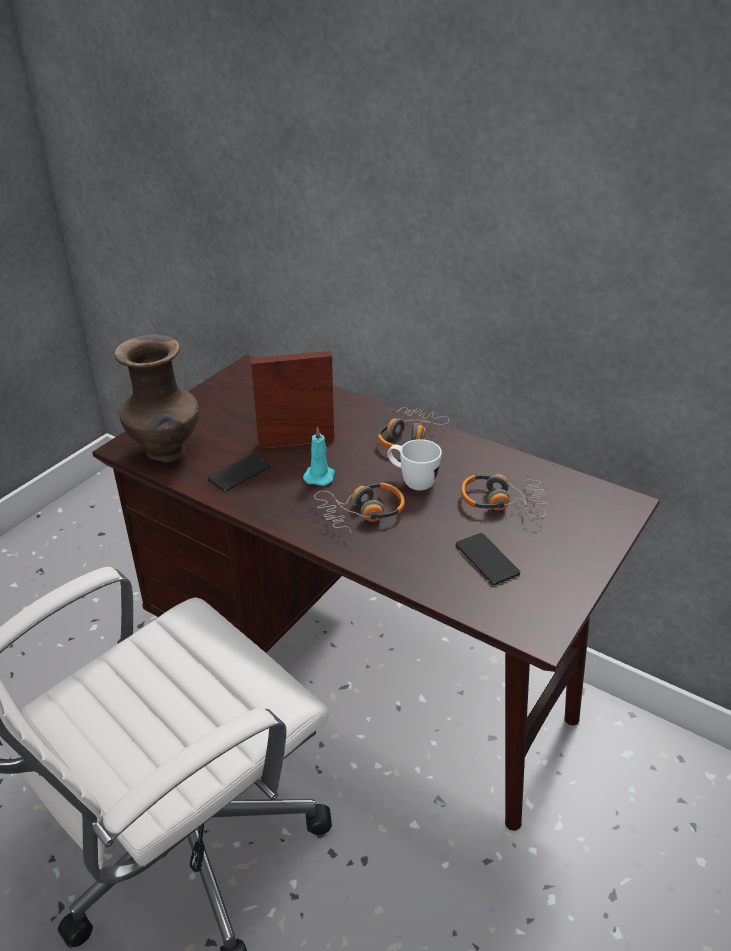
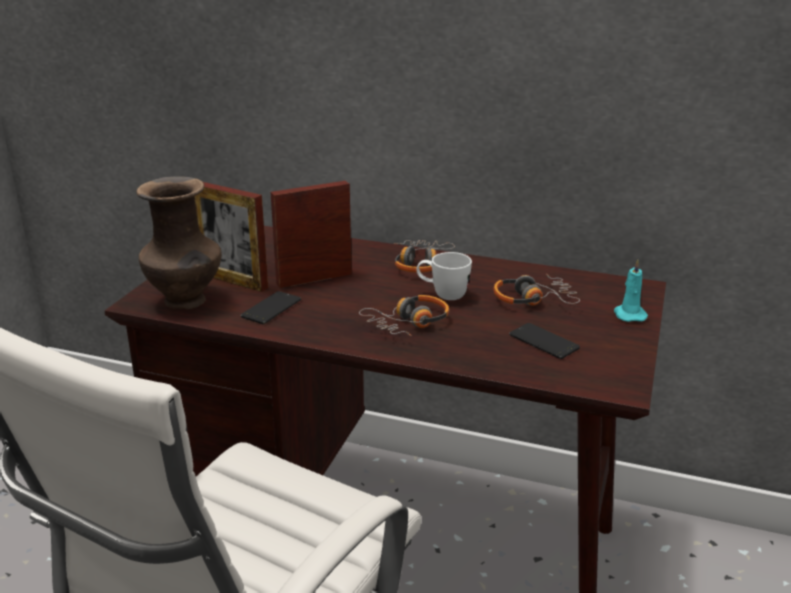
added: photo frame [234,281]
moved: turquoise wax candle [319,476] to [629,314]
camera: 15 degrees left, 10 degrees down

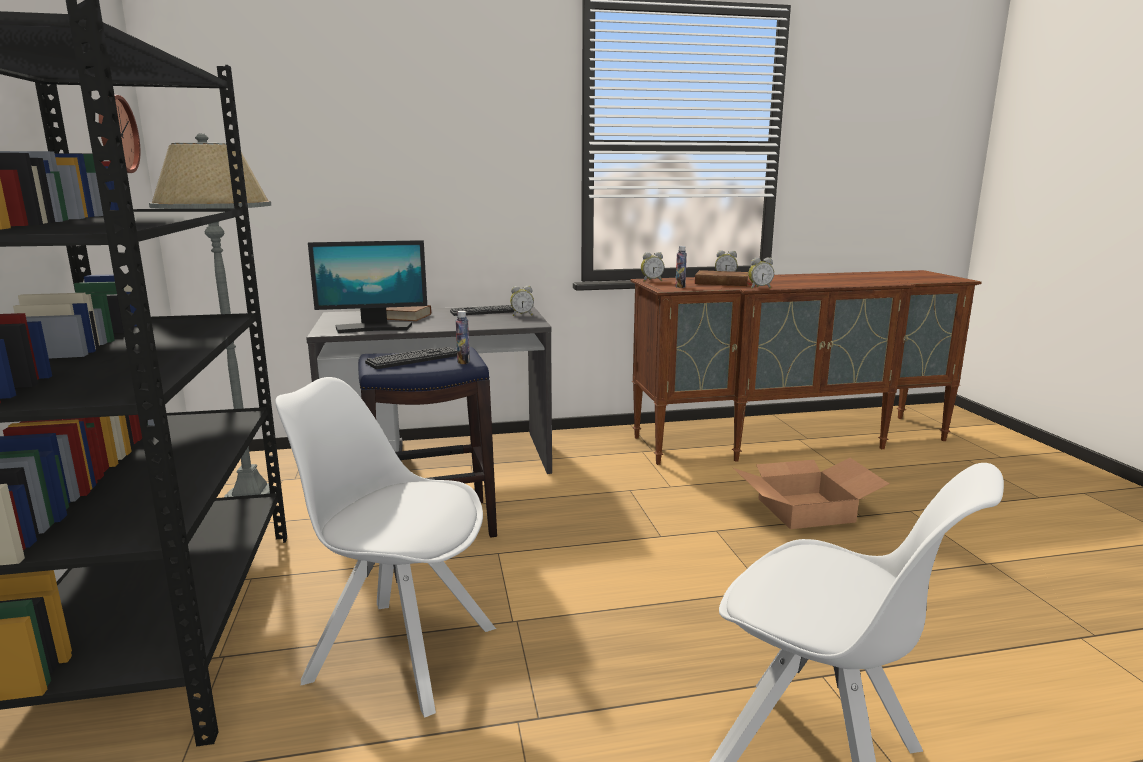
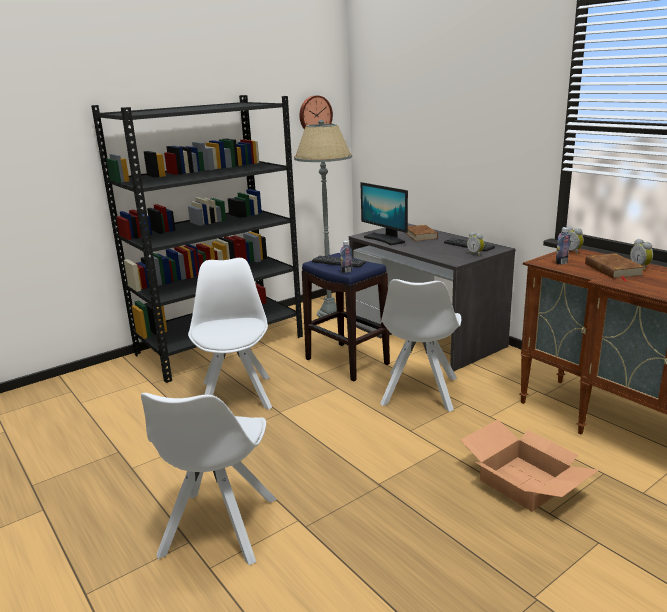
removed: bedside clock [759,288]
added: white upright chair [419,392]
camera: 65 degrees right, 5 degrees up

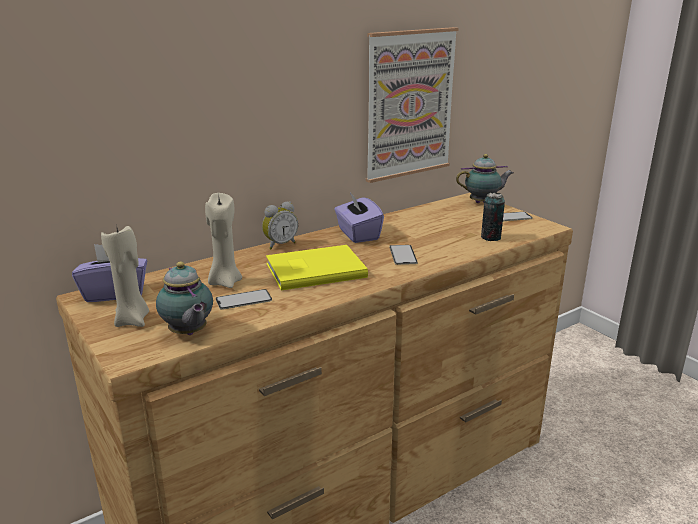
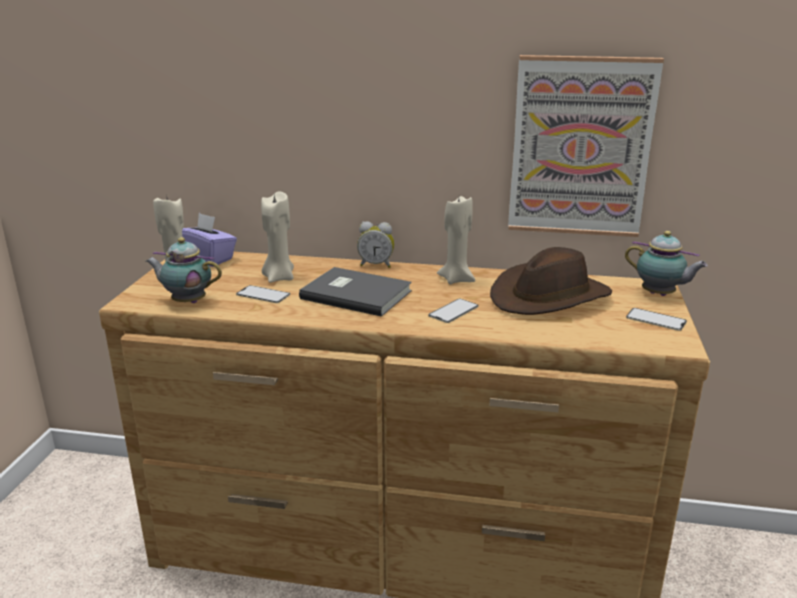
removed: metal can [490,238]
added: brown wearable hat [549,297]
replaced: purple box of tissues [357,234] to beige wax candle [456,279]
recoloured: yellow bound book [313,269] to gray bound book [356,293]
turned: tea pot [188,333] = [187,302] 90 degrees clockwise
camera: 45 degrees right, 0 degrees up

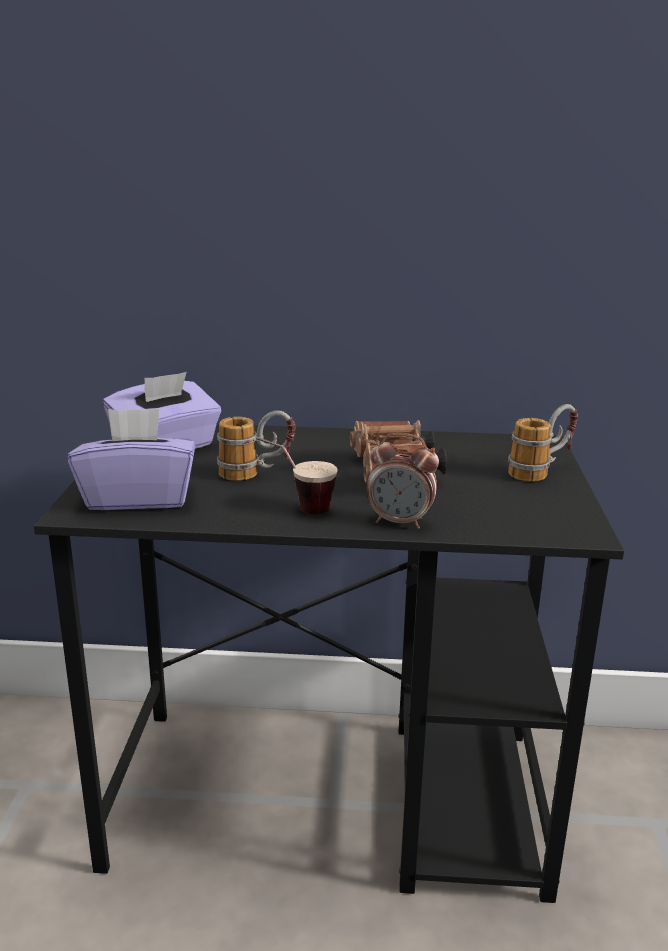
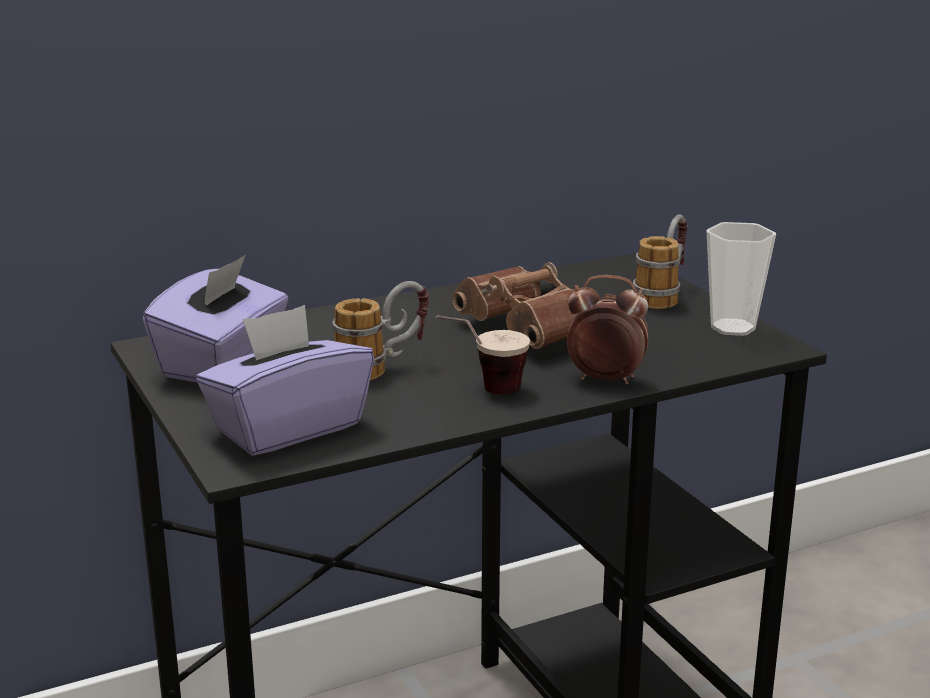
added: drinking cup [732,328]
turned: bedside clock [400,522] = [605,379] 150 degrees counterclockwise
camera: 30 degrees left, 0 degrees up

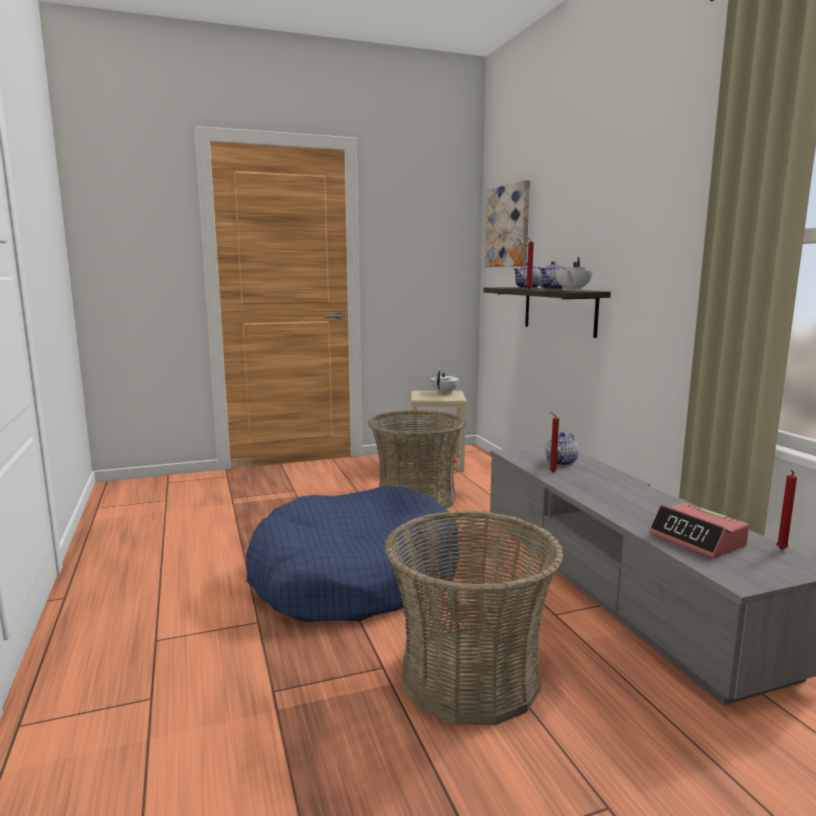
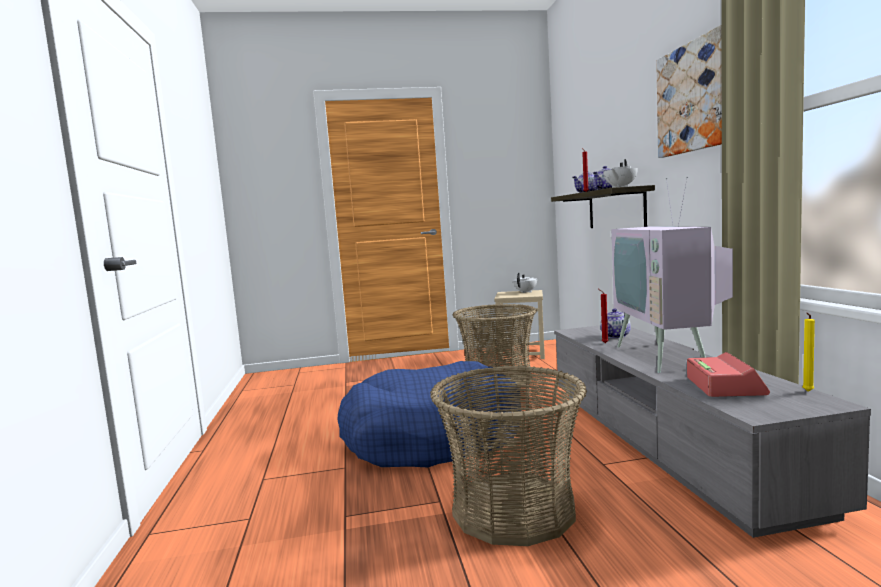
added: television [668,356]
moved: picture [509,226] to [693,98]
recoloured: red-coloured wax candle [781,550] to yellow wax candle [807,392]
turned: bedside clock [697,540] = [724,386] 150 degrees counterclockwise
camera: 10 degrees right, 5 degrees down

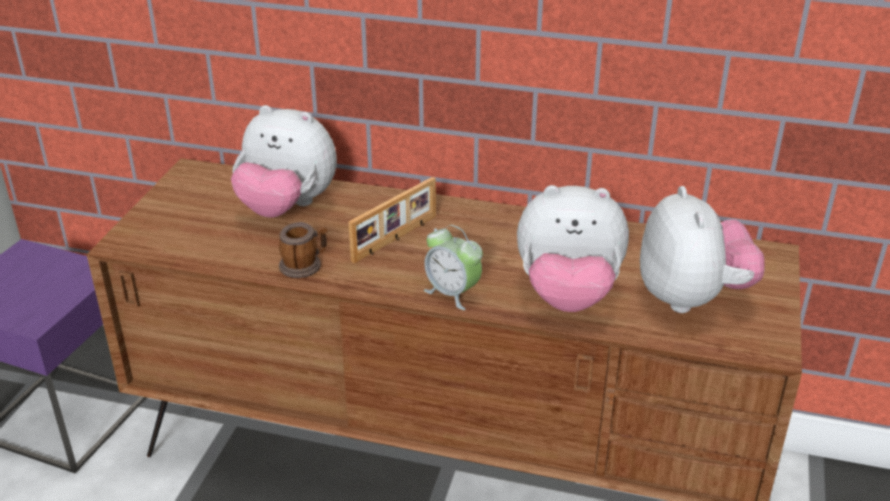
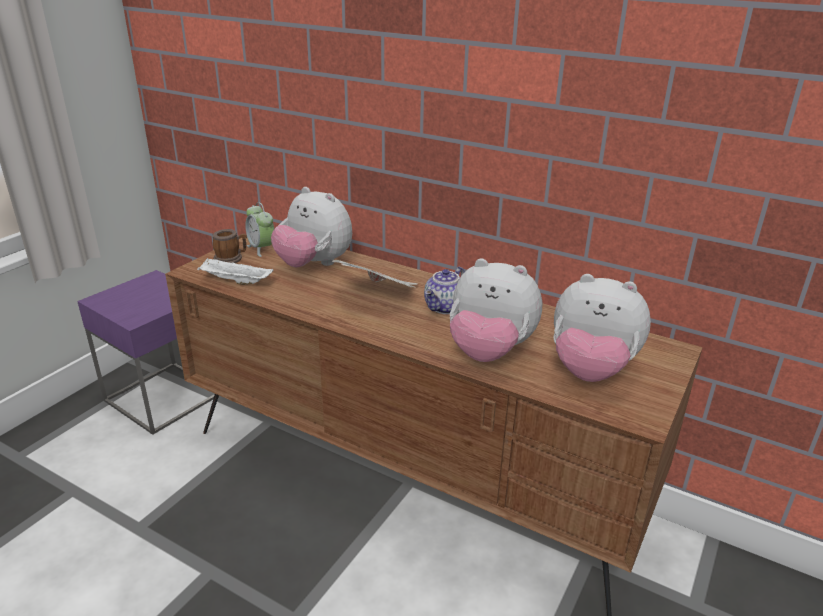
added: white tray [235,281]; tea pot [445,308]
moved: tea mug [305,265] to [231,259]; bedside clock [452,293] to [261,249]
replaced: photo frame [396,239] to daily paper [379,295]
turned: plush toy [692,298] = [591,370] 105 degrees clockwise
camera: 15 degrees right, 5 degrees down

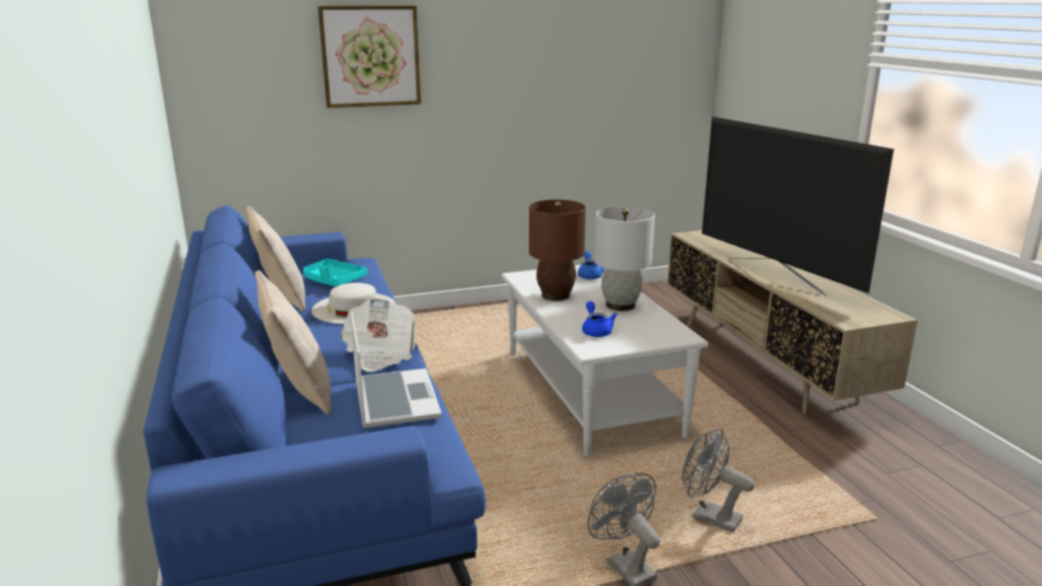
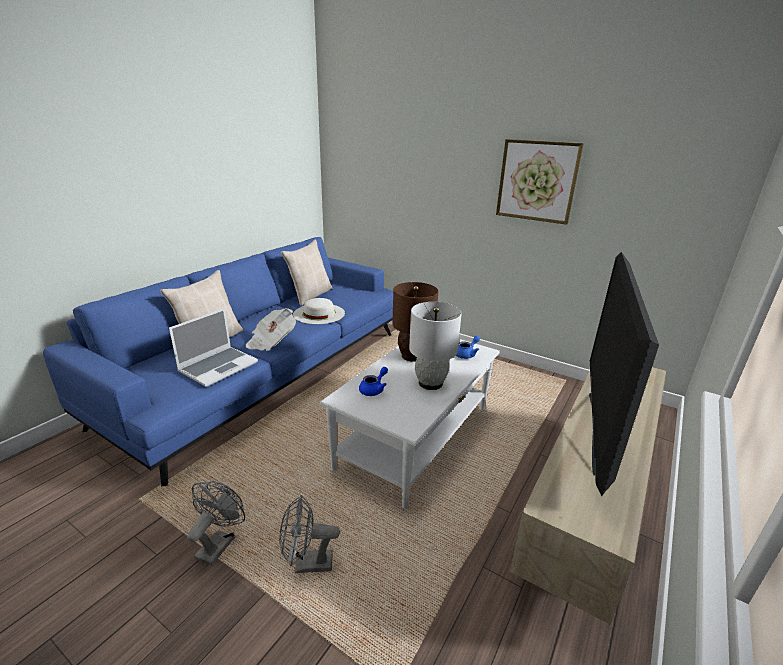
removed: turquoise tray [333,281]
moved: picture [370,56] to [537,181]
turned: gray electric fan [709,517] = [307,564] 90 degrees counterclockwise
camera: 50 degrees right, 5 degrees up

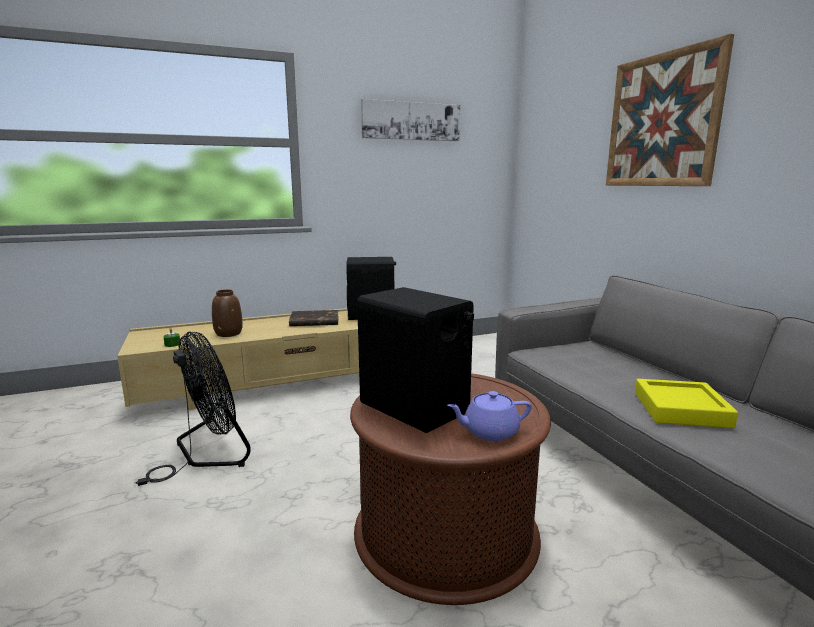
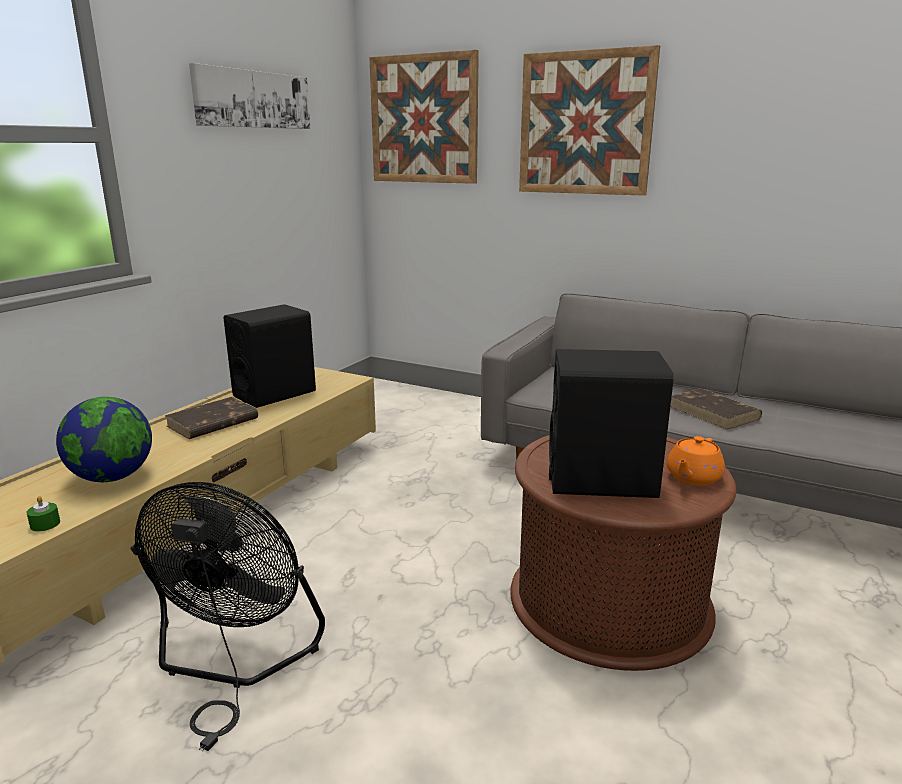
added: picture [424,119]
replaced: brown flower vase [229,333] to globe [112,477]; yellow tray [681,409] to brown bound book [714,413]
recoloured: purple tea pot [489,432] to orange tea pot [693,477]
camera: 40 degrees left, 5 degrees up

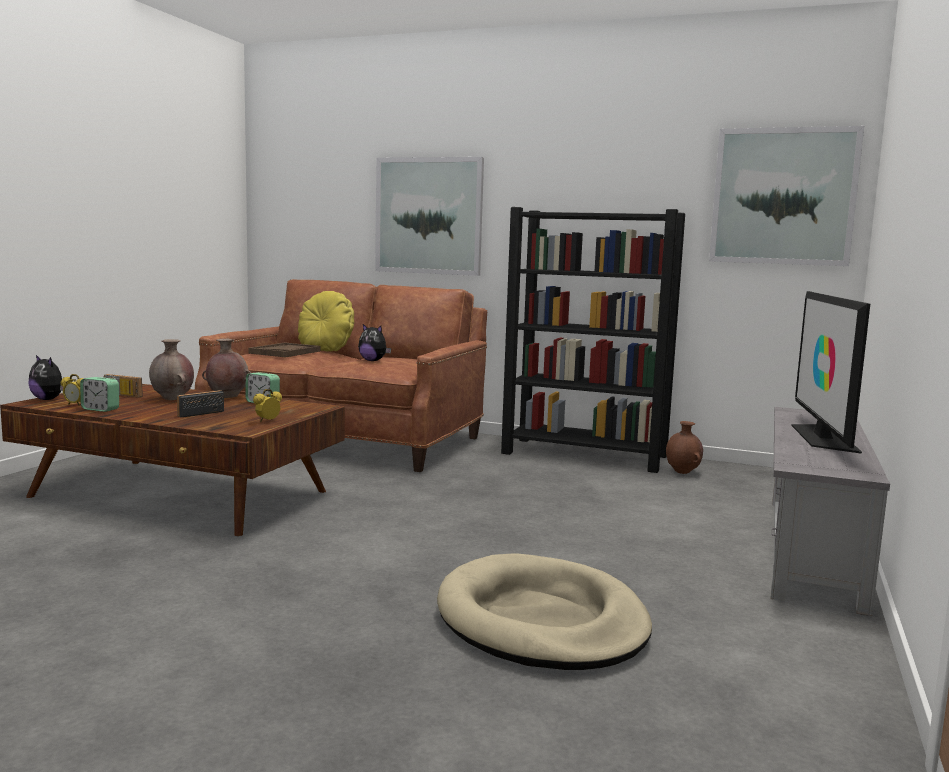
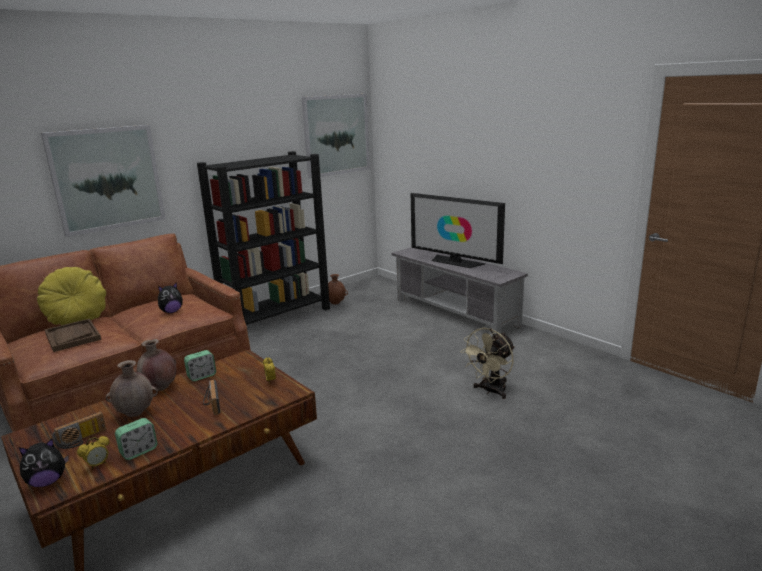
replaced: beige dog bed [541,620] to beige electric fan [490,391]
camera: 60 degrees left, 10 degrees up

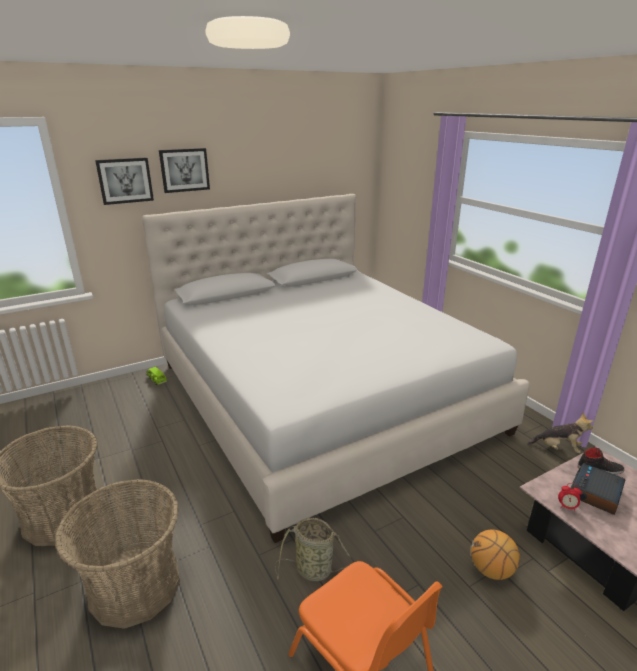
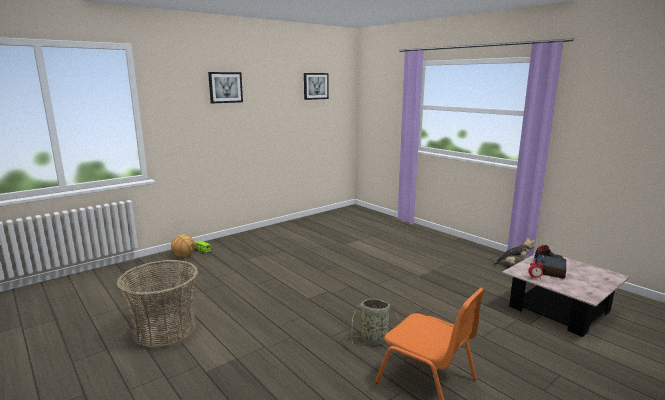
removed: white bedroom bed [321,396]; household basket [135,585]
moved: picture [125,180] to [315,86]; basketball ball [491,570] to [184,256]
camera: 10 degrees left, 10 degrees down

